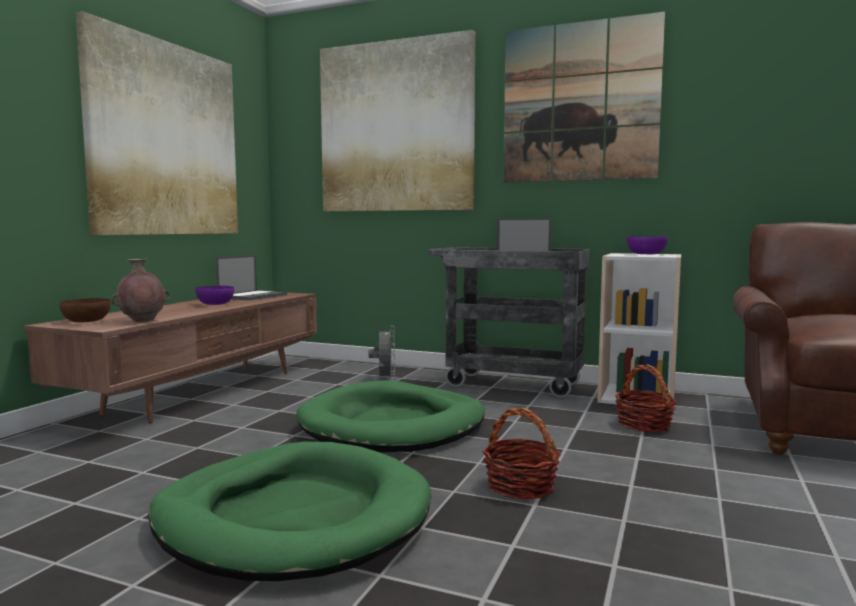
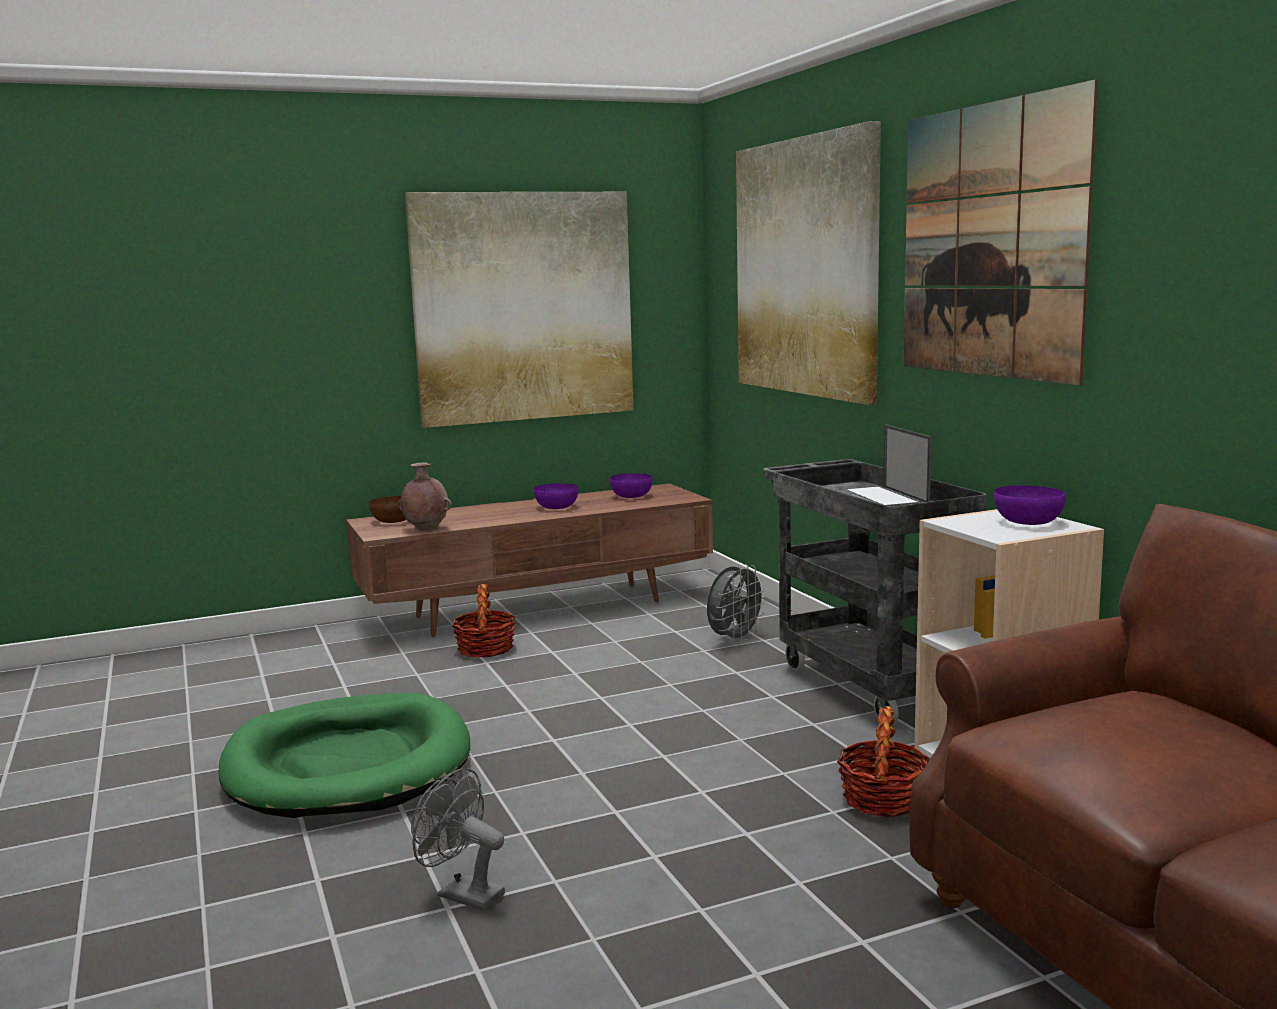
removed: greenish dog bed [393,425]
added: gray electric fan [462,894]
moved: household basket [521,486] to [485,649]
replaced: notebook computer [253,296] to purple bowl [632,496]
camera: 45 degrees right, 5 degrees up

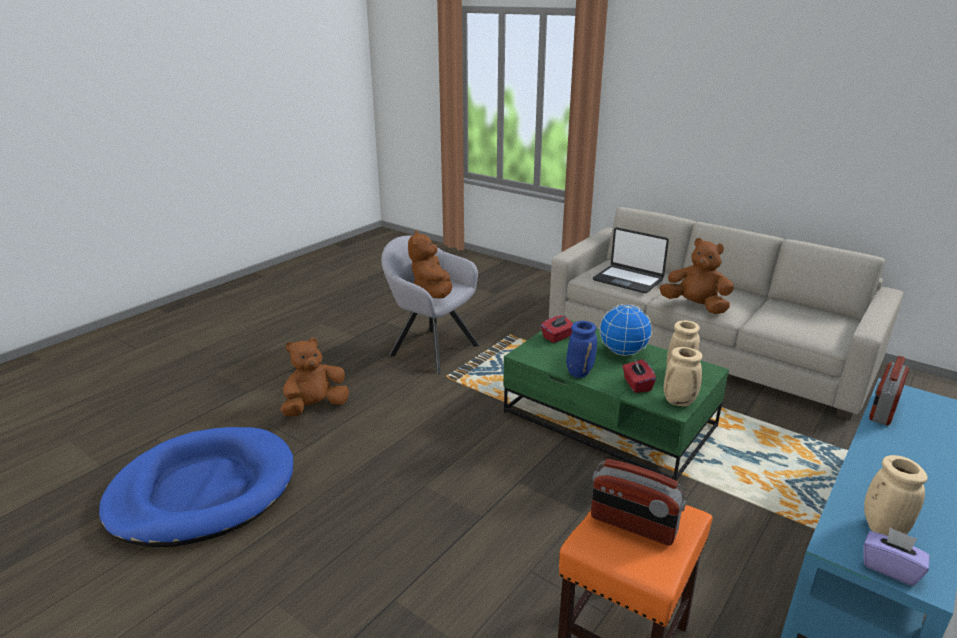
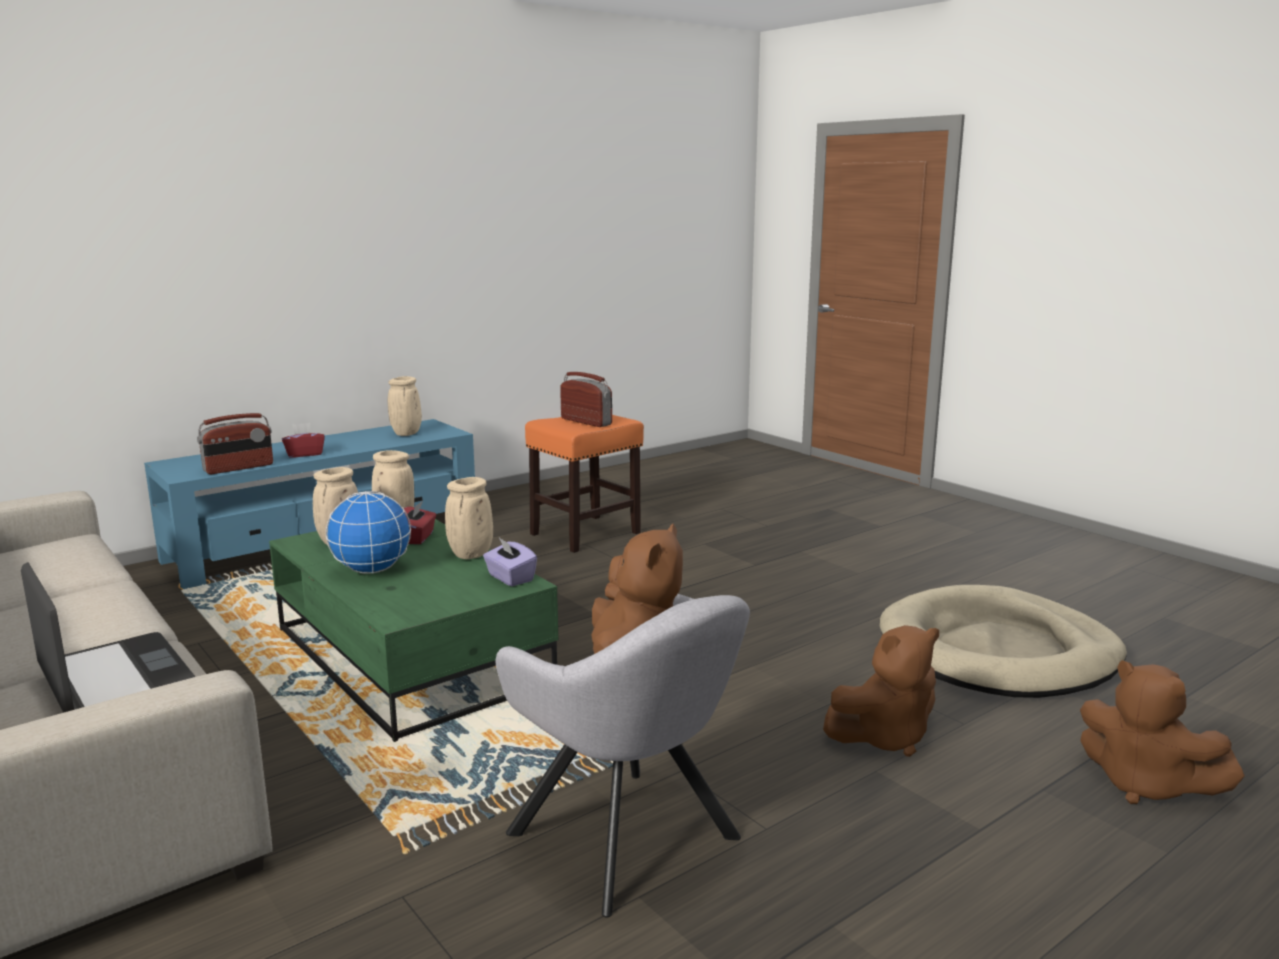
moved: brown plush toy [695,306] to [1144,785]; red-coloured box of tissues [557,337] to [304,454]; purple box of tissues [890,568] to [510,578]
recoloured: blue-coloured flower vase [579,372] to beige flower vase [470,556]; blue-coloured dog bed [203,491] to beige dog bed [998,651]
camera: 165 degrees left, 10 degrees down

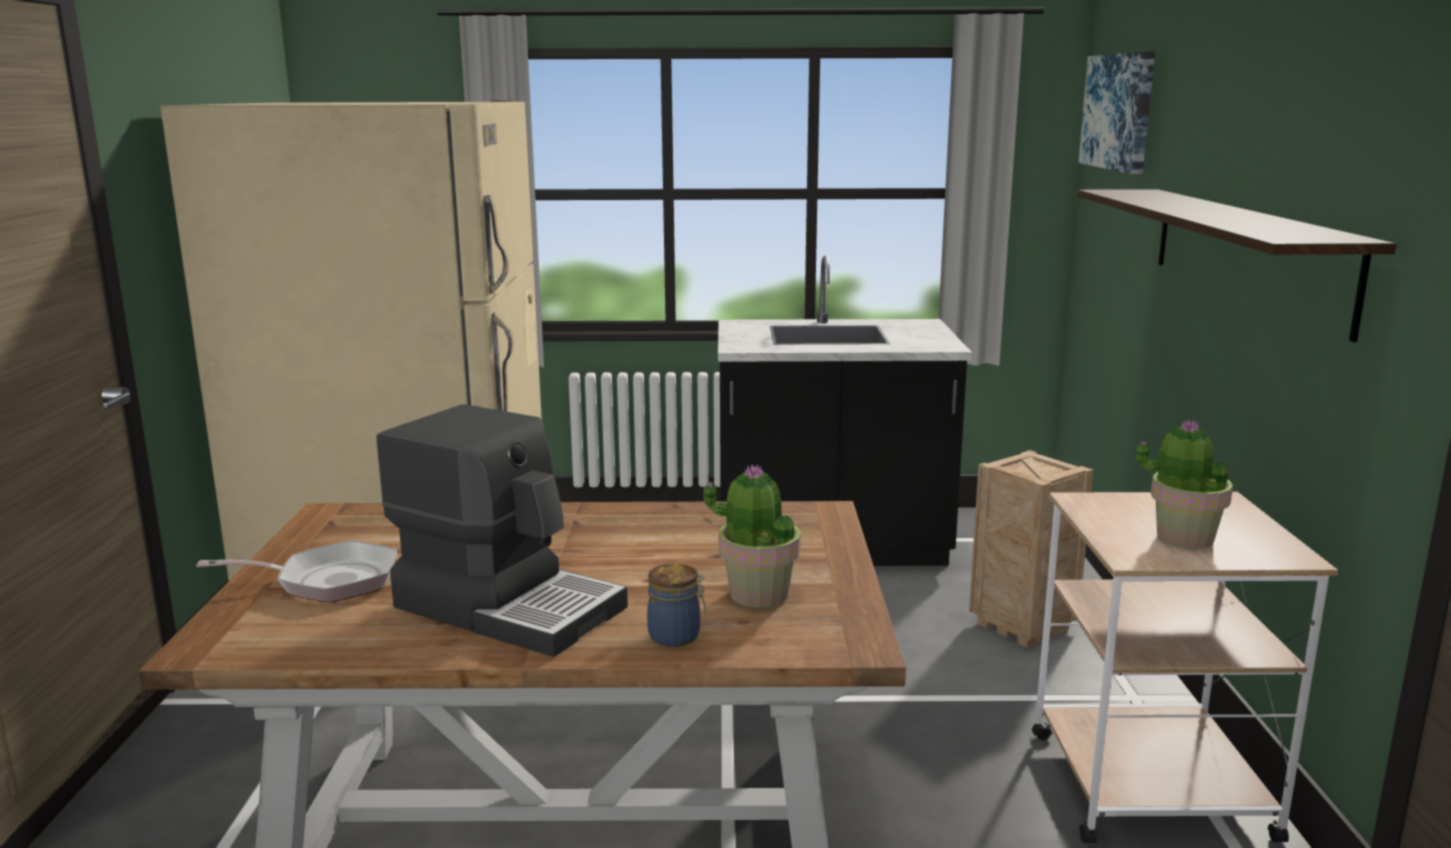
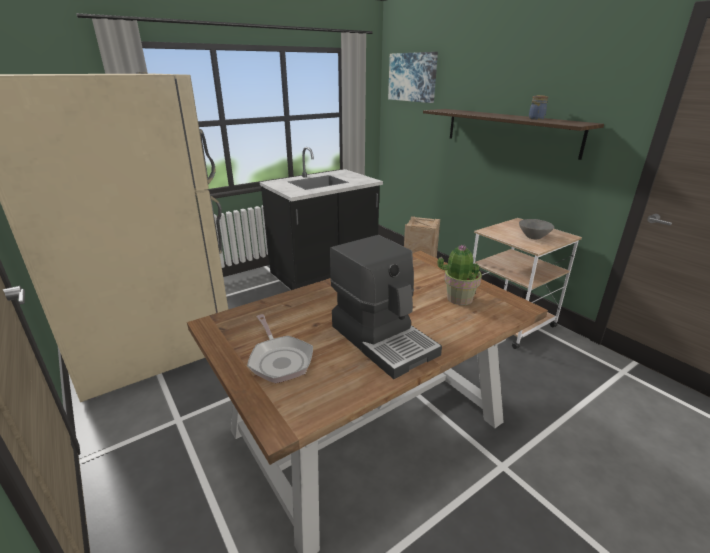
moved: storage jar [677,636] to [536,118]
replaced: potted plant [1183,537] to gray bowl [534,237]
turned: coffee machine [510,606] = [383,339] 60 degrees clockwise; pan [328,581] = [280,360] 105 degrees clockwise
camera: 35 degrees left, 10 degrees up

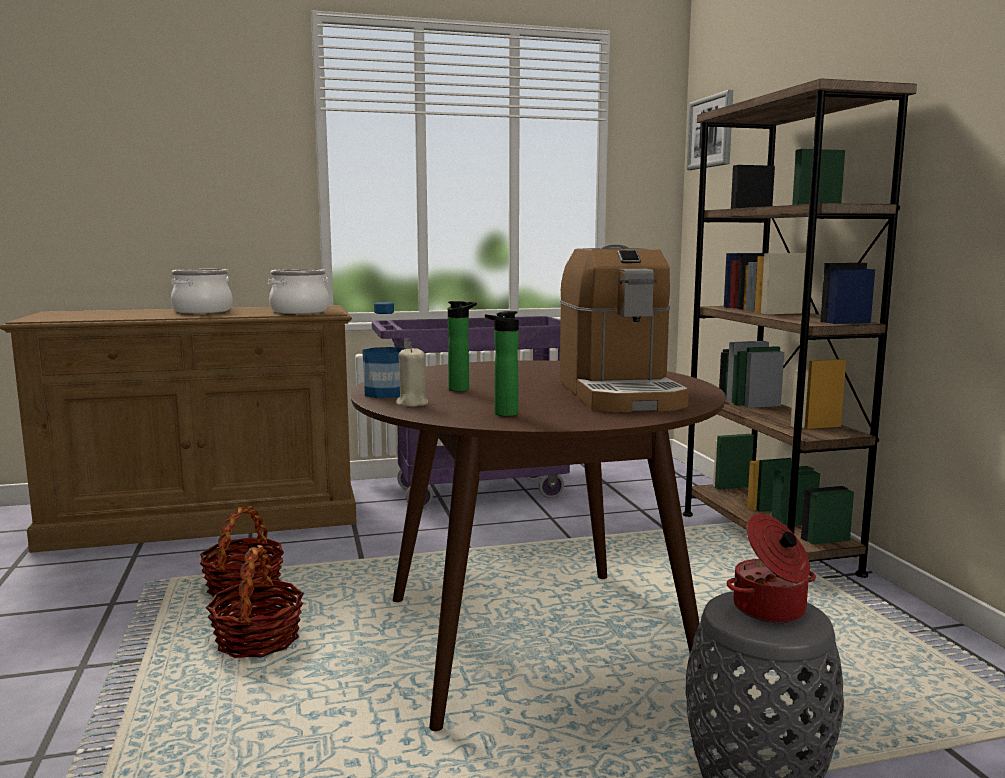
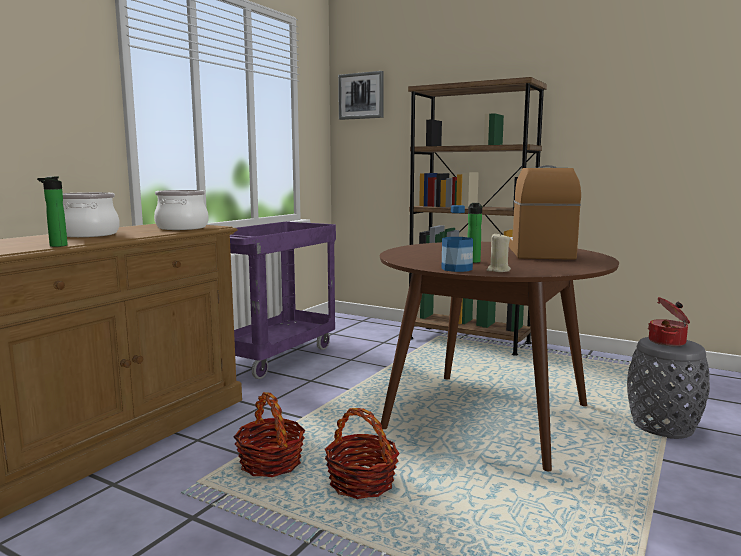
moved: bottle [502,414] to [56,246]
turned: coffee machine [619,394] = [539,252] 120 degrees counterclockwise
camera: 45 degrees left, 0 degrees up

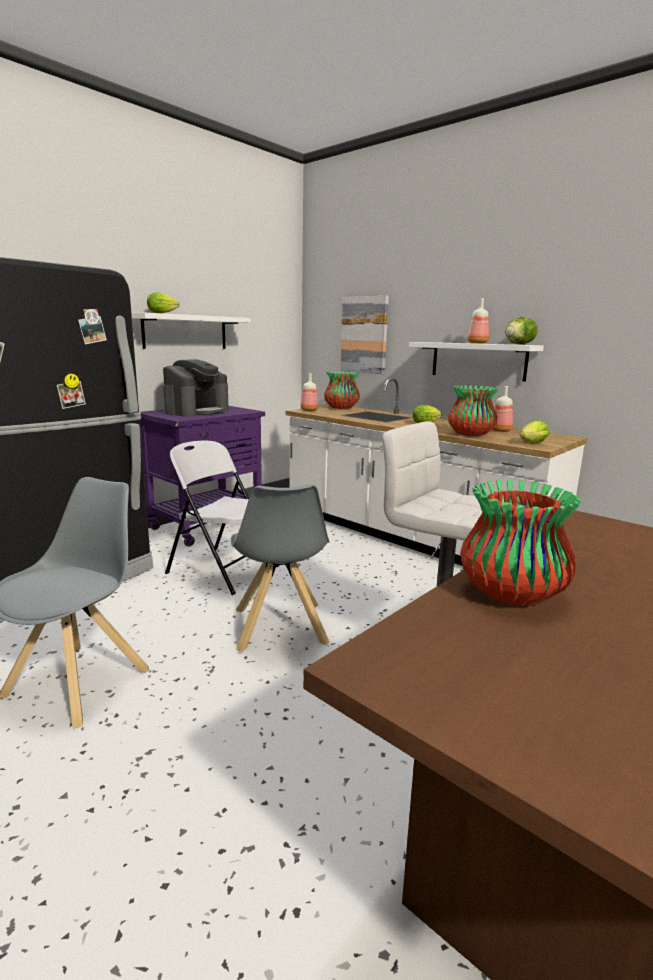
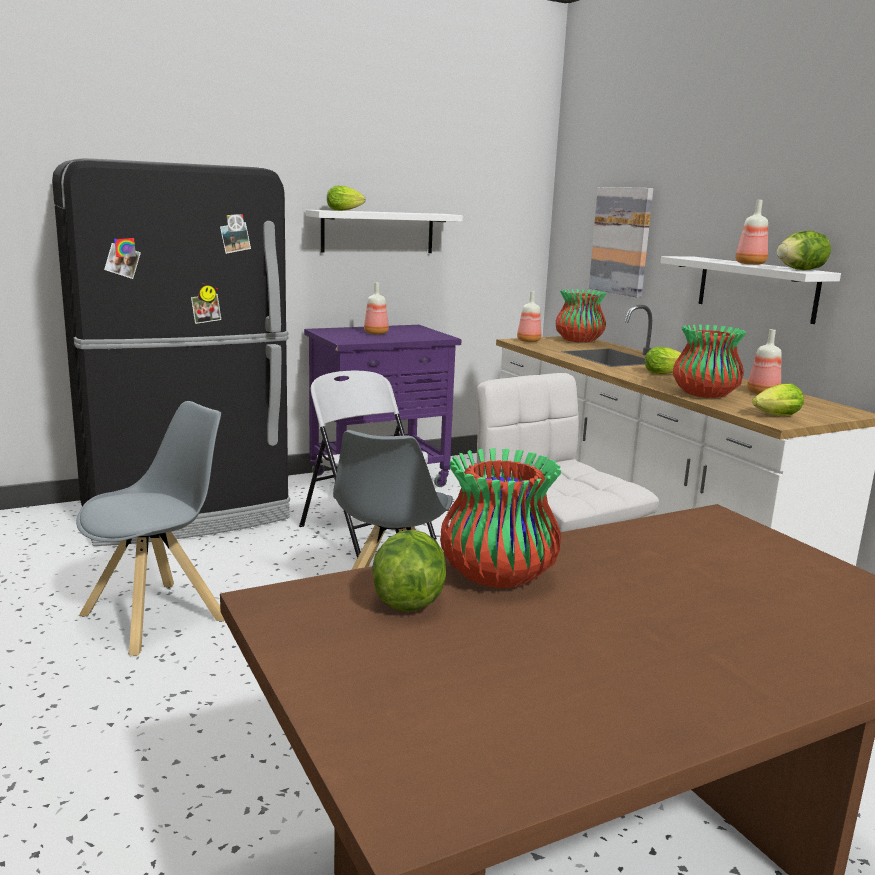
added: head of lettuce [408,600]
replaced: coffee machine [197,411] to bottle [376,333]
camera: 20 degrees right, 0 degrees up

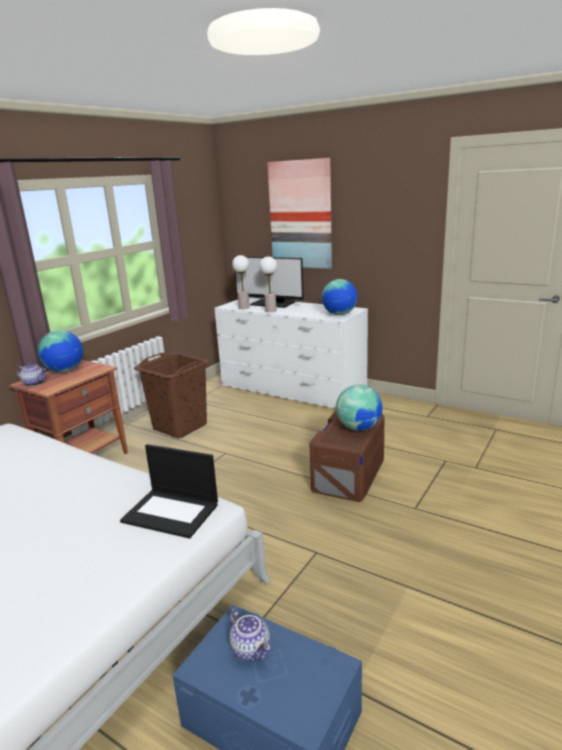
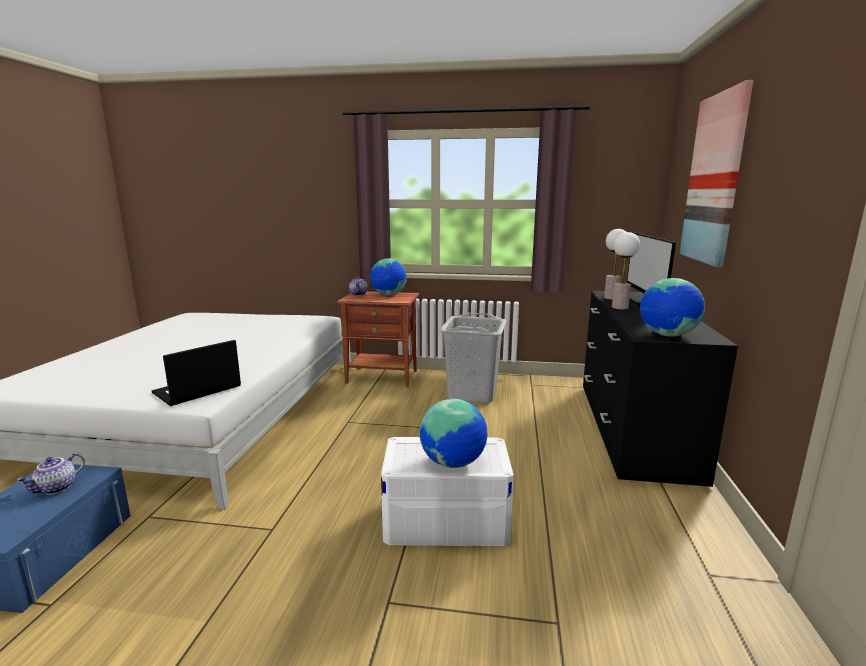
recoloured: white dresser [293,389] to black dresser [634,429]; brown hamper [180,426] to gray hamper [473,393]; brown storage box [348,474] to white storage box [445,520]
turned: notebook computer [172,512] = [197,390] 45 degrees clockwise
camera: 65 degrees right, 5 degrees down

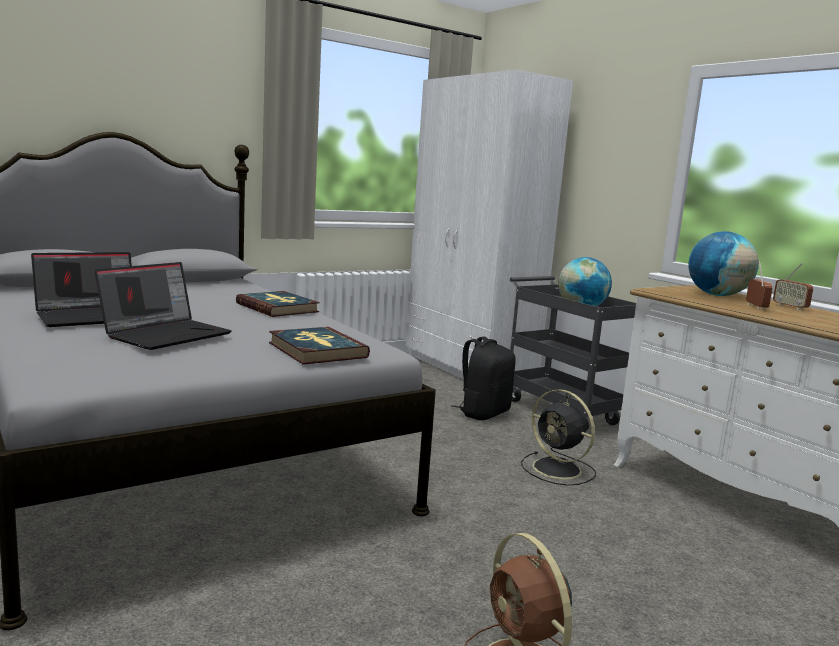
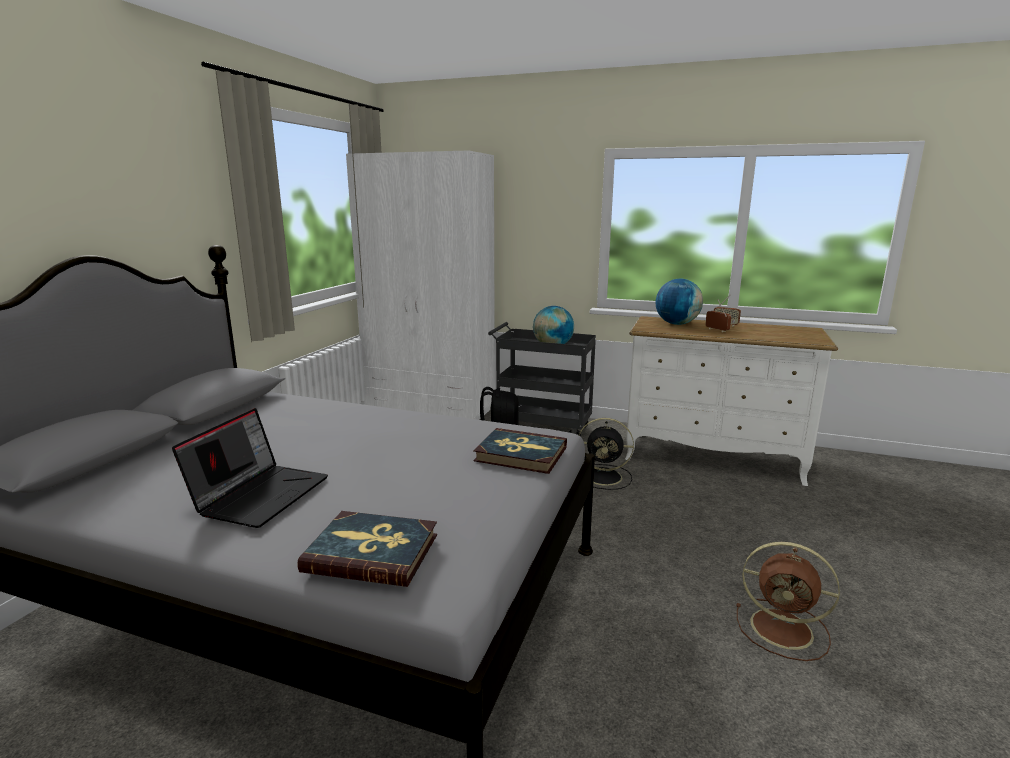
removed: notebook computer [167,334]
moved: bound book [278,308] to [372,552]
camera: 35 degrees left, 5 degrees up

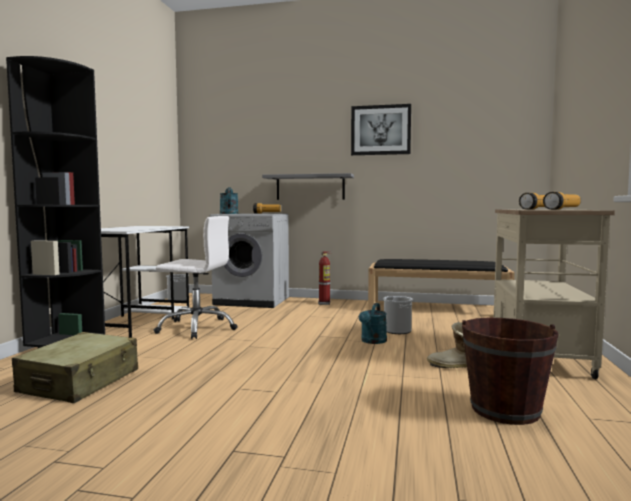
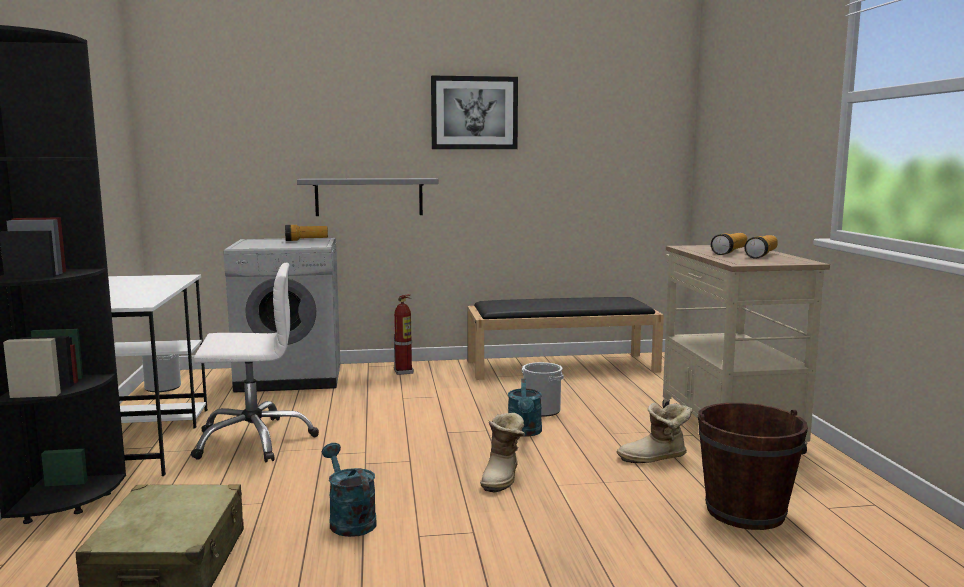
added: tall boot [503,477]
moved: turquoise watering can [228,213] to [349,520]
camera: 20 degrees left, 5 degrees up

